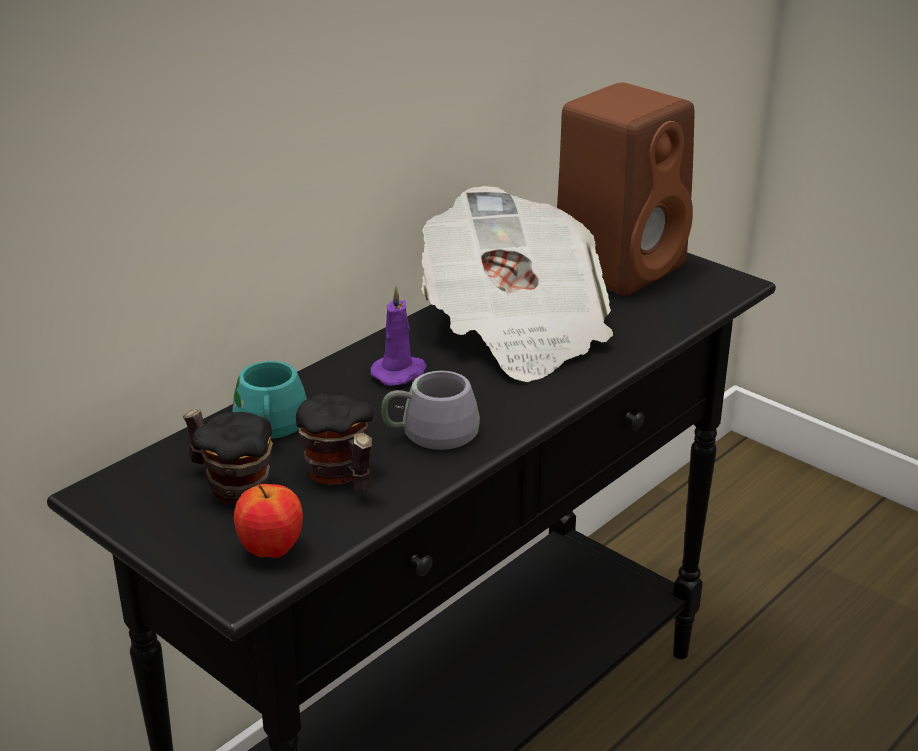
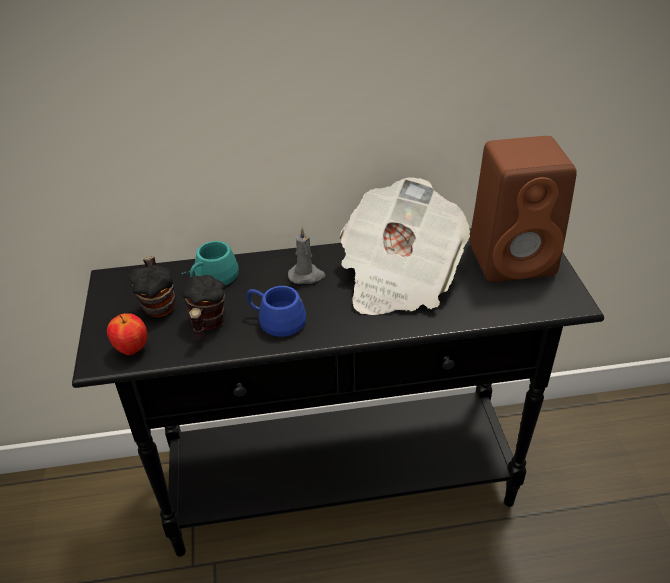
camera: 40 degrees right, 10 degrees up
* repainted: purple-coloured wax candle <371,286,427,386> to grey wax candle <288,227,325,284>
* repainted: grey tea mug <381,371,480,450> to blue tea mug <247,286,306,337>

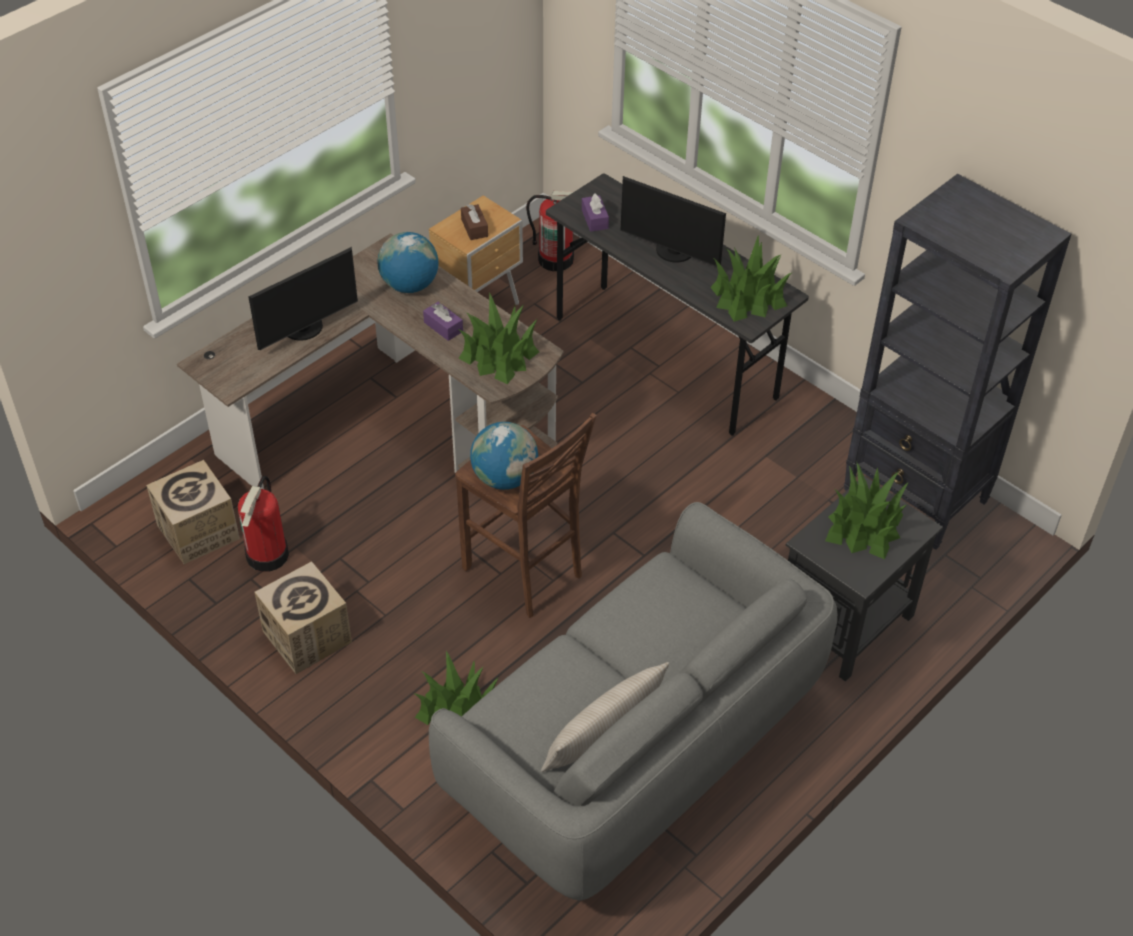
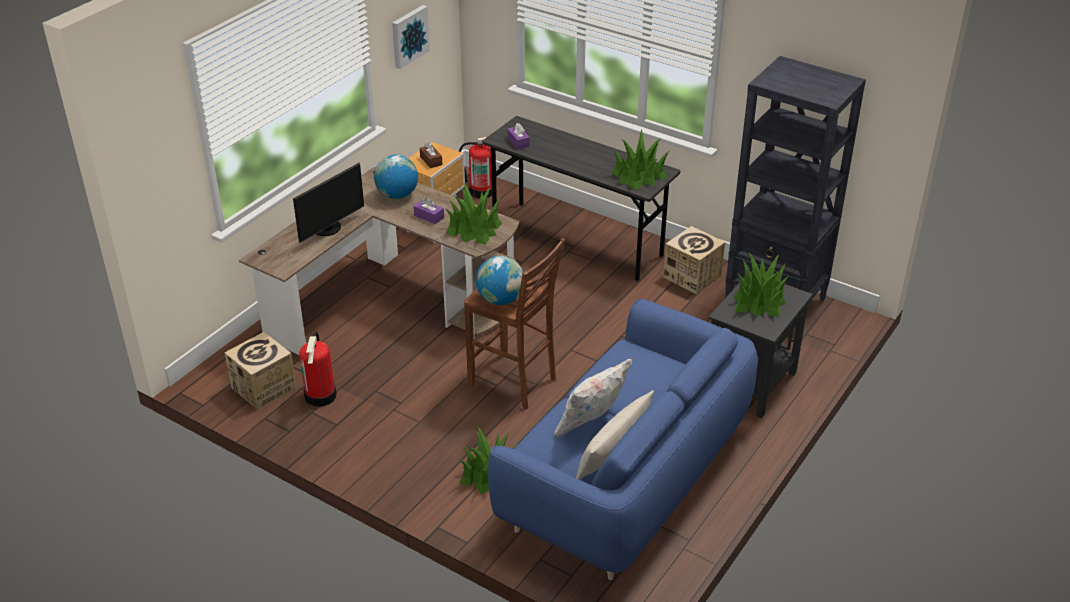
camera: 10 degrees left, 10 degrees down
* shifted: carton <254,561,352,674> to <663,226,725,294>
* repainted: grey couch <429,502,838,901> to blue couch <488,299,758,580>
* gone: monitor <621,176,726,267>
* new: picture <392,5,430,69>
* new: whitish cushion <554,358,633,437>

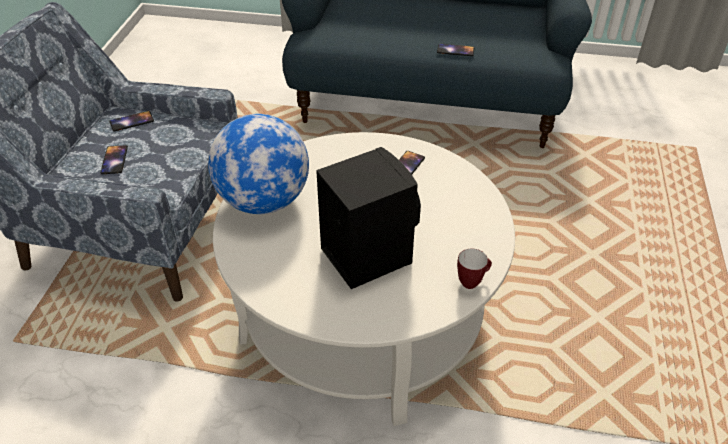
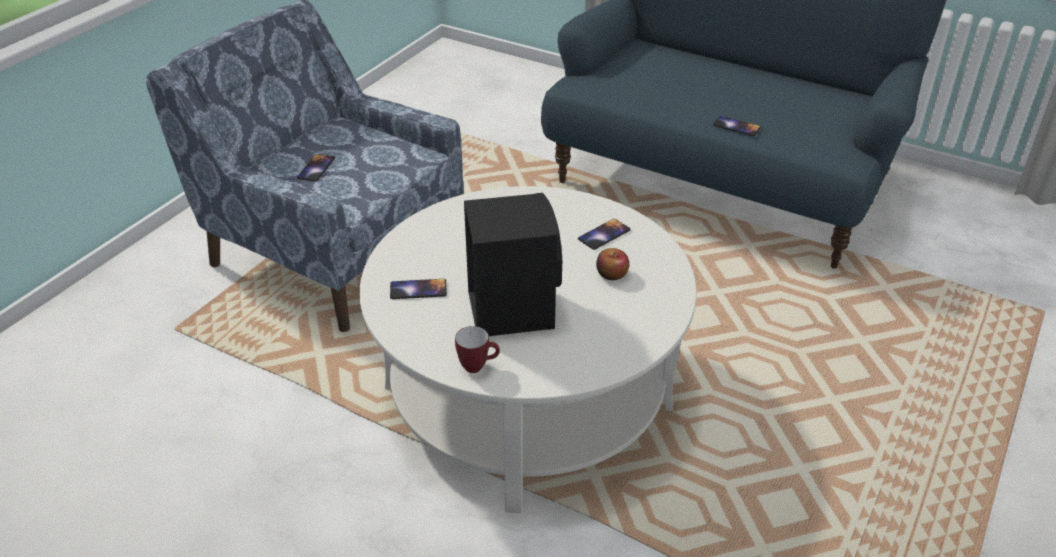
camera: 20 degrees right, 5 degrees down
* shifted: handset <110,111,154,131> to <390,279,447,299>
* gone: desk globe <208,114,309,214>
* shifted: tea mug <457,249,492,289> to <455,326,500,373>
* new: whole apple <596,248,629,280>

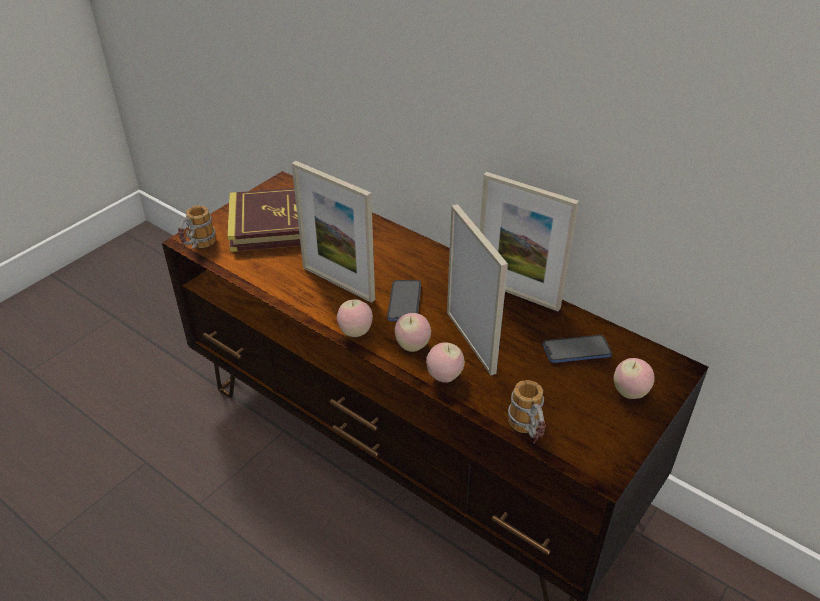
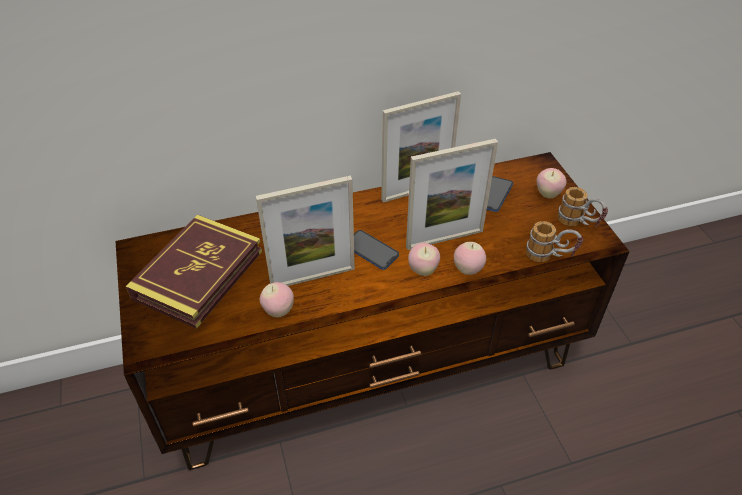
camera: 55 degrees left, 5 degrees up
* shifted: tea mug <178,206,216,249> to <558,187,608,227>
* shifted: whole apple <337,299,373,337> to <260,282,294,317>
* rotated: picture frame <447,204,508,376> = <406,139,498,250> 150 degrees clockwise

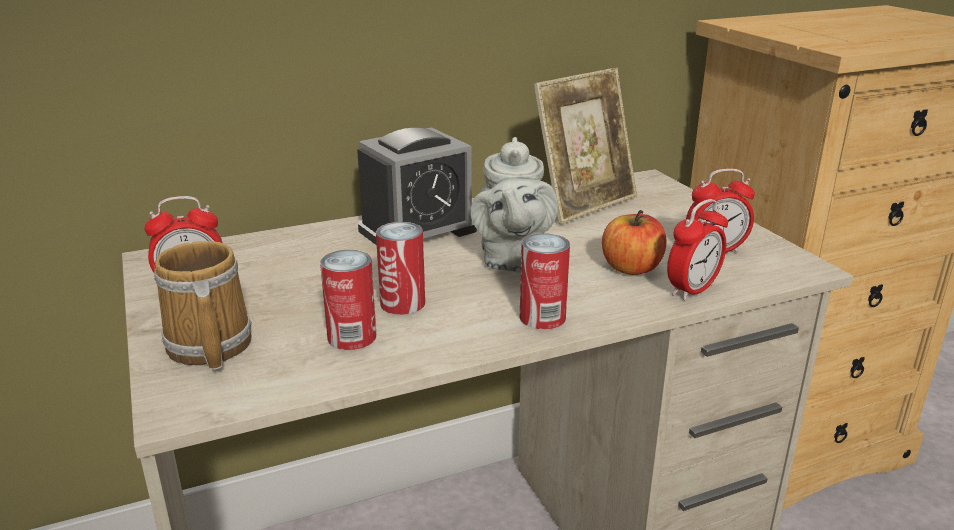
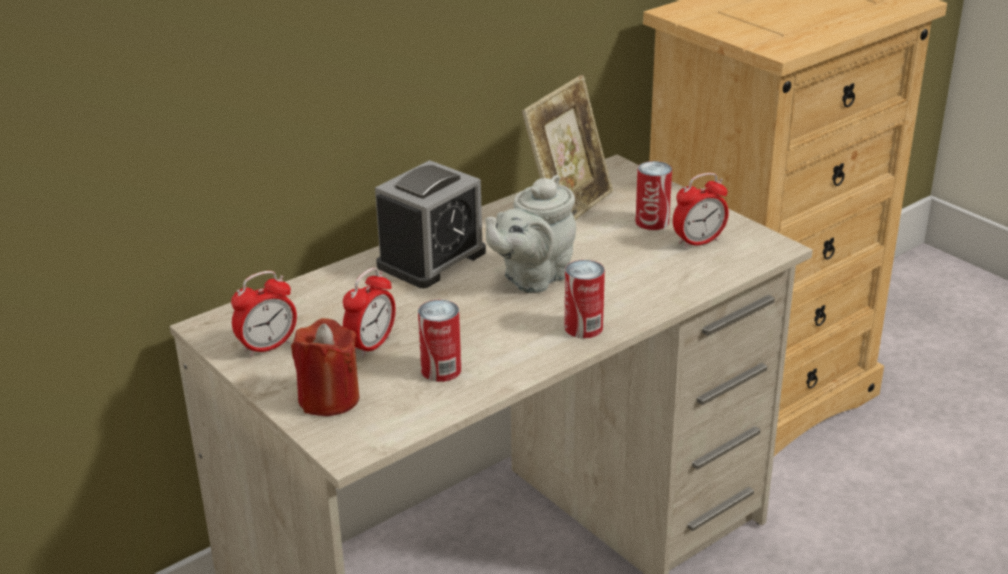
camera: 15 degrees left, 5 degrees up
* swapped: tea mug <154,241,252,370> to red-coloured wax candle <291,318,360,416>
* shifted: metal can <376,222,425,315> to <635,161,672,230>
* rotated: grey tea pot <470,137,558,273> = <485,175,576,293> 60 degrees clockwise
* gone: whole apple <602,210,667,275>
* shifted: alarm clock <667,199,728,300> to <343,268,396,358>

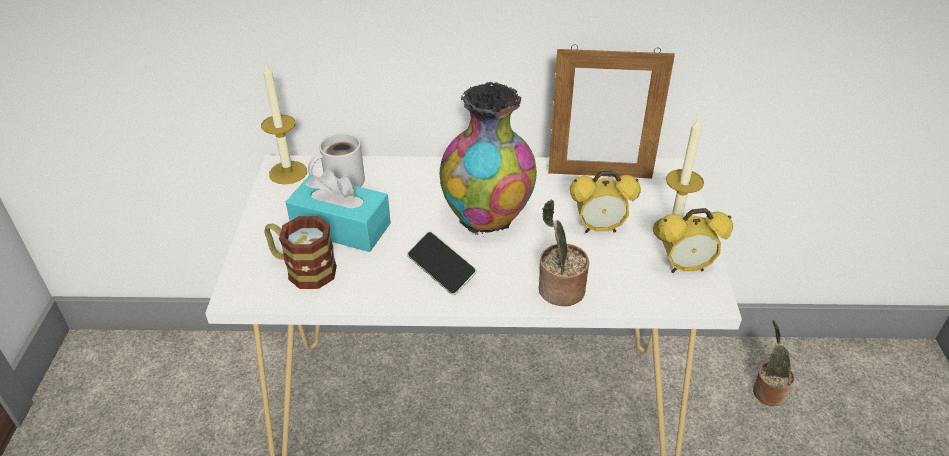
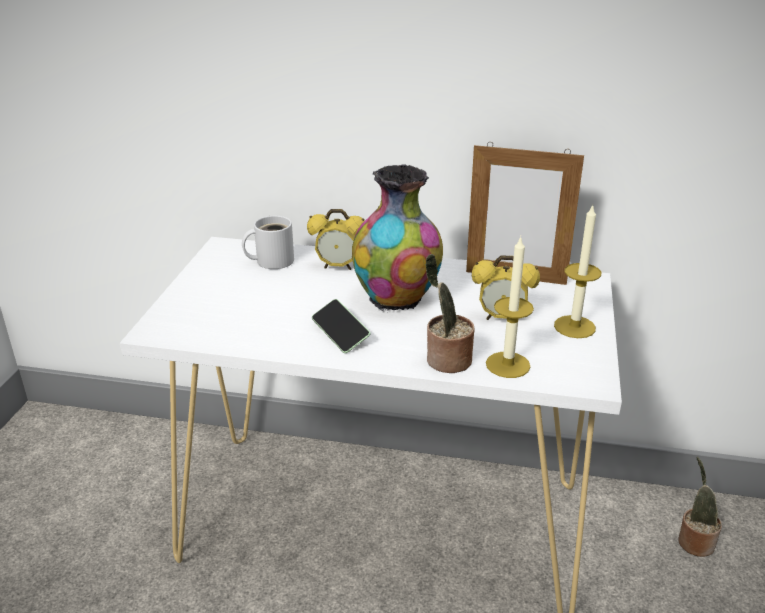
camera: 10 degrees right, 10 degrees down
* shifted: wax candle <261,64,307,185> to <486,236,534,378>
* gone: tea mug <264,216,337,289>
* gone: blue-green tissue box <286,169,391,252>
* shifted: alarm clock <658,208,733,273> to <307,209,365,270>

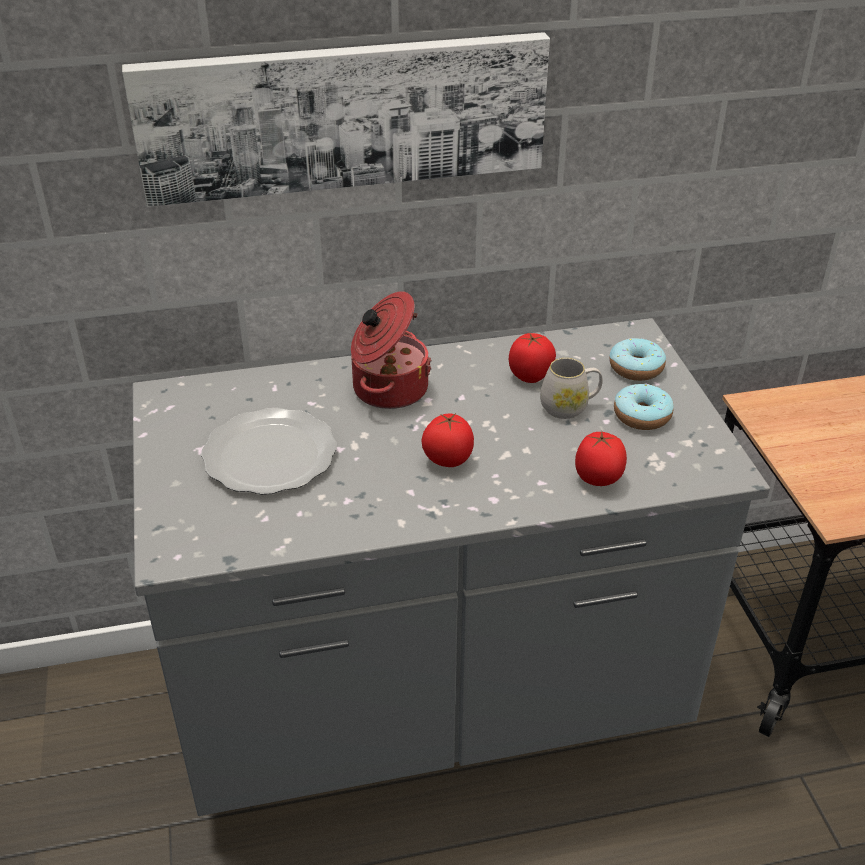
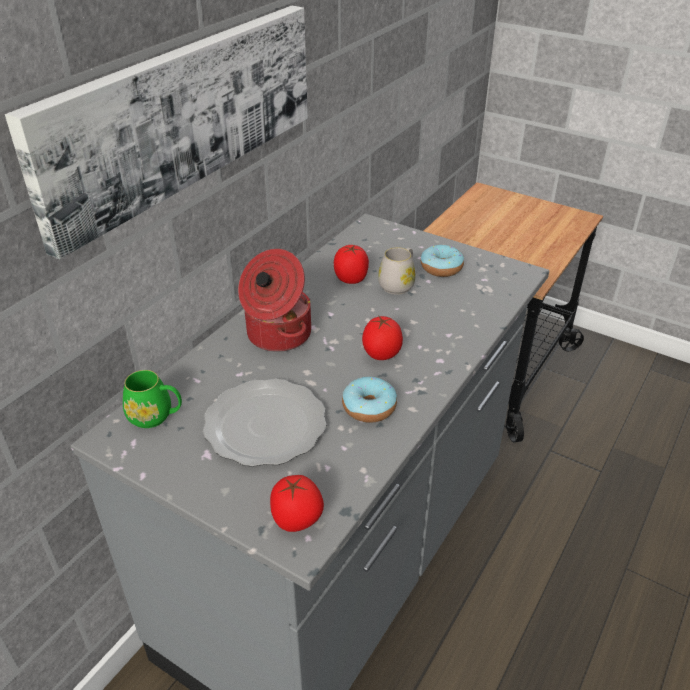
camera: 45 degrees left, 0 degrees up
* shifted: tomato <575,431,627,486> to <270,475,324,532>
* shifted: ring doughnut <610,338,666,381> to <342,377,397,423>
* new: greenish tea mug <123,370,182,428>

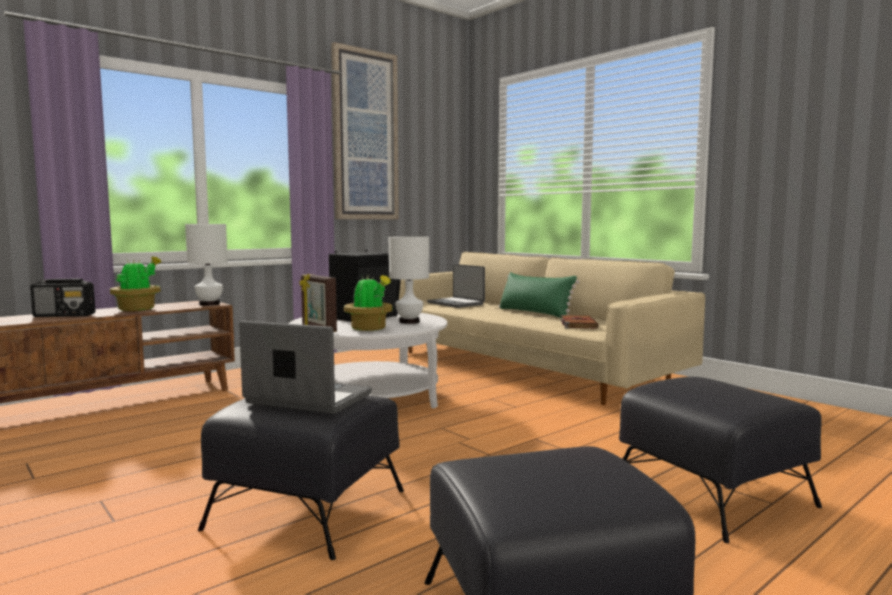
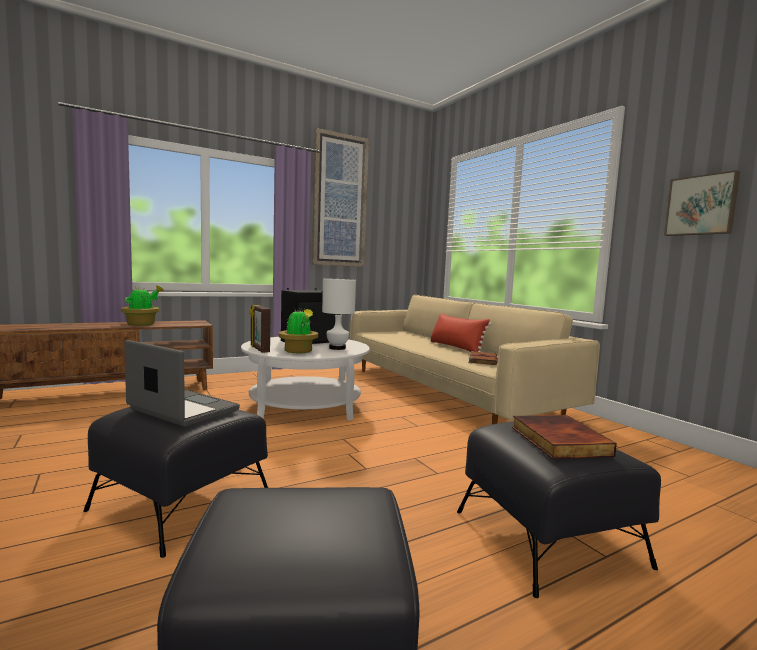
camera: 10 degrees right, 0 degrees up
* gone: radio receiver <30,278,95,317>
* gone: whitish lamp for a table <185,224,228,306>
* gone: notebook computer <427,264,485,308>
* repainted: greenish cushion <499,272,579,318> to red-coloured cushion <430,313,492,352>
* new: bound book <512,415,617,459>
* new: picture <664,170,740,236>

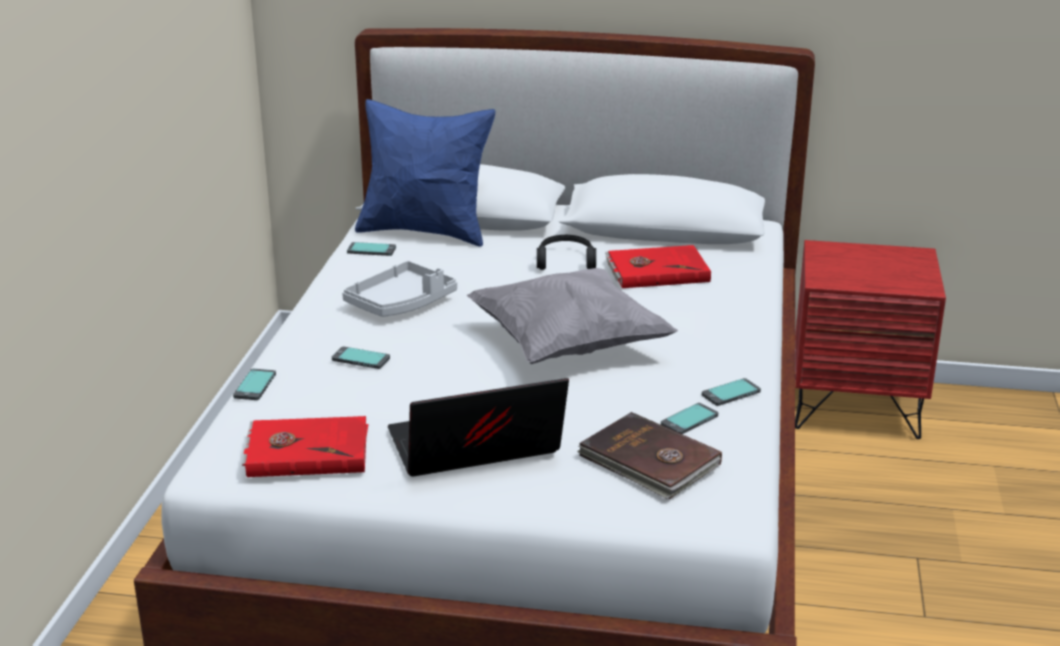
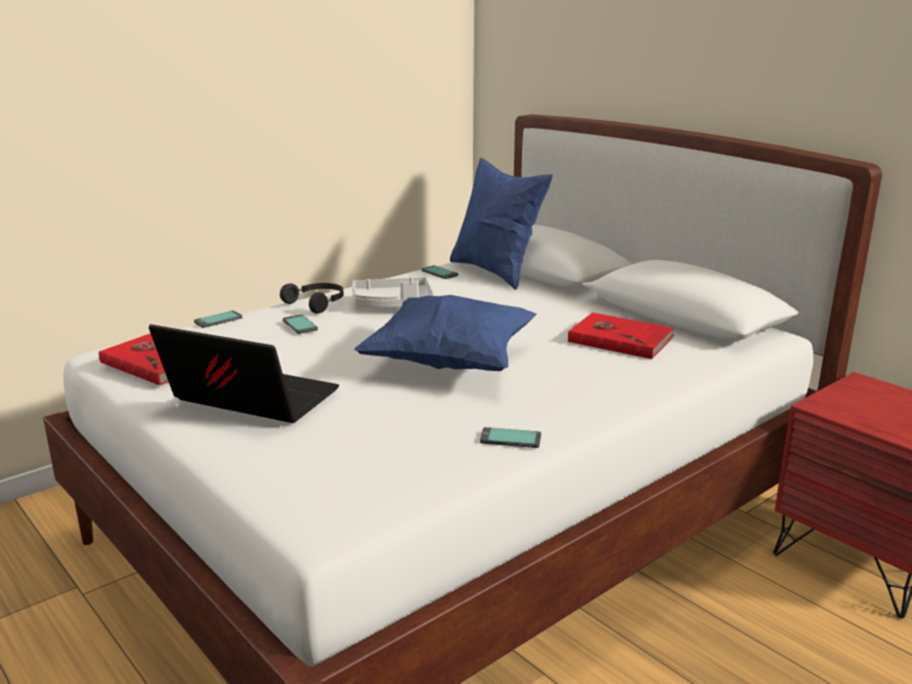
camera: 40 degrees right, 5 degrees down
* repainted: grey cushion <467,268,678,364> to blue cushion <354,295,537,371>
* shifted: blackish pair of headphones <537,235,596,270> to <280,283,344,313>
* gone: brown bound book <577,412,722,499>
* gone: handset <661,403,718,434>

